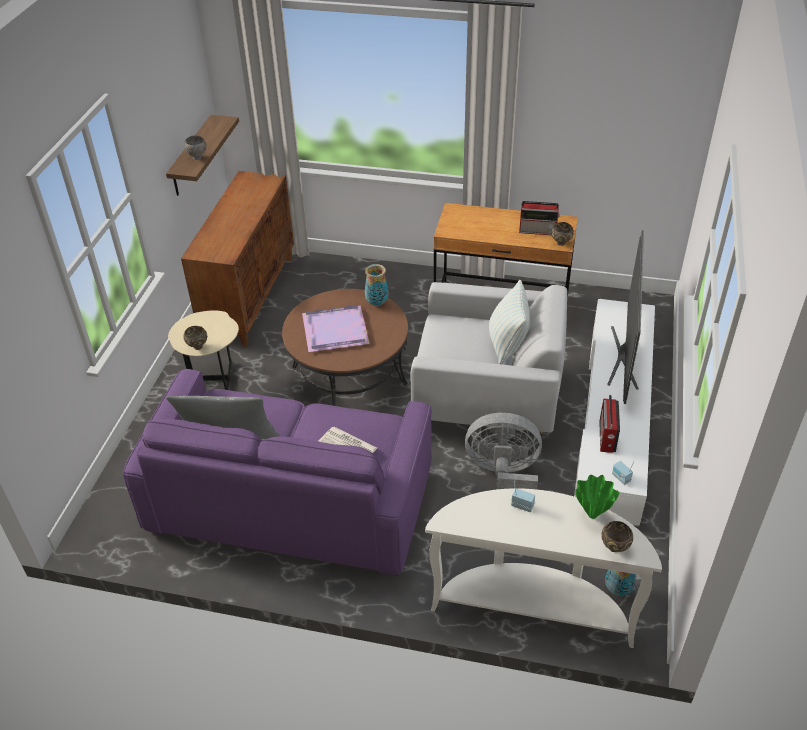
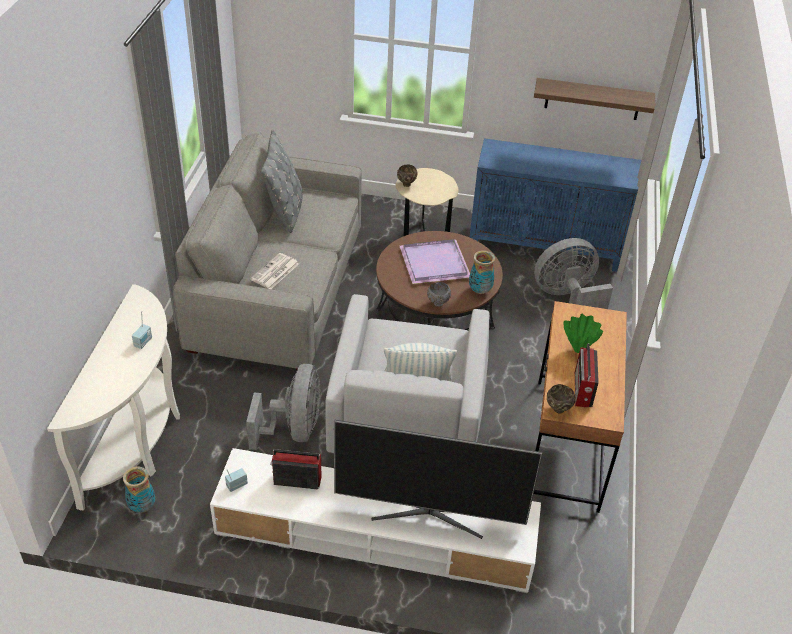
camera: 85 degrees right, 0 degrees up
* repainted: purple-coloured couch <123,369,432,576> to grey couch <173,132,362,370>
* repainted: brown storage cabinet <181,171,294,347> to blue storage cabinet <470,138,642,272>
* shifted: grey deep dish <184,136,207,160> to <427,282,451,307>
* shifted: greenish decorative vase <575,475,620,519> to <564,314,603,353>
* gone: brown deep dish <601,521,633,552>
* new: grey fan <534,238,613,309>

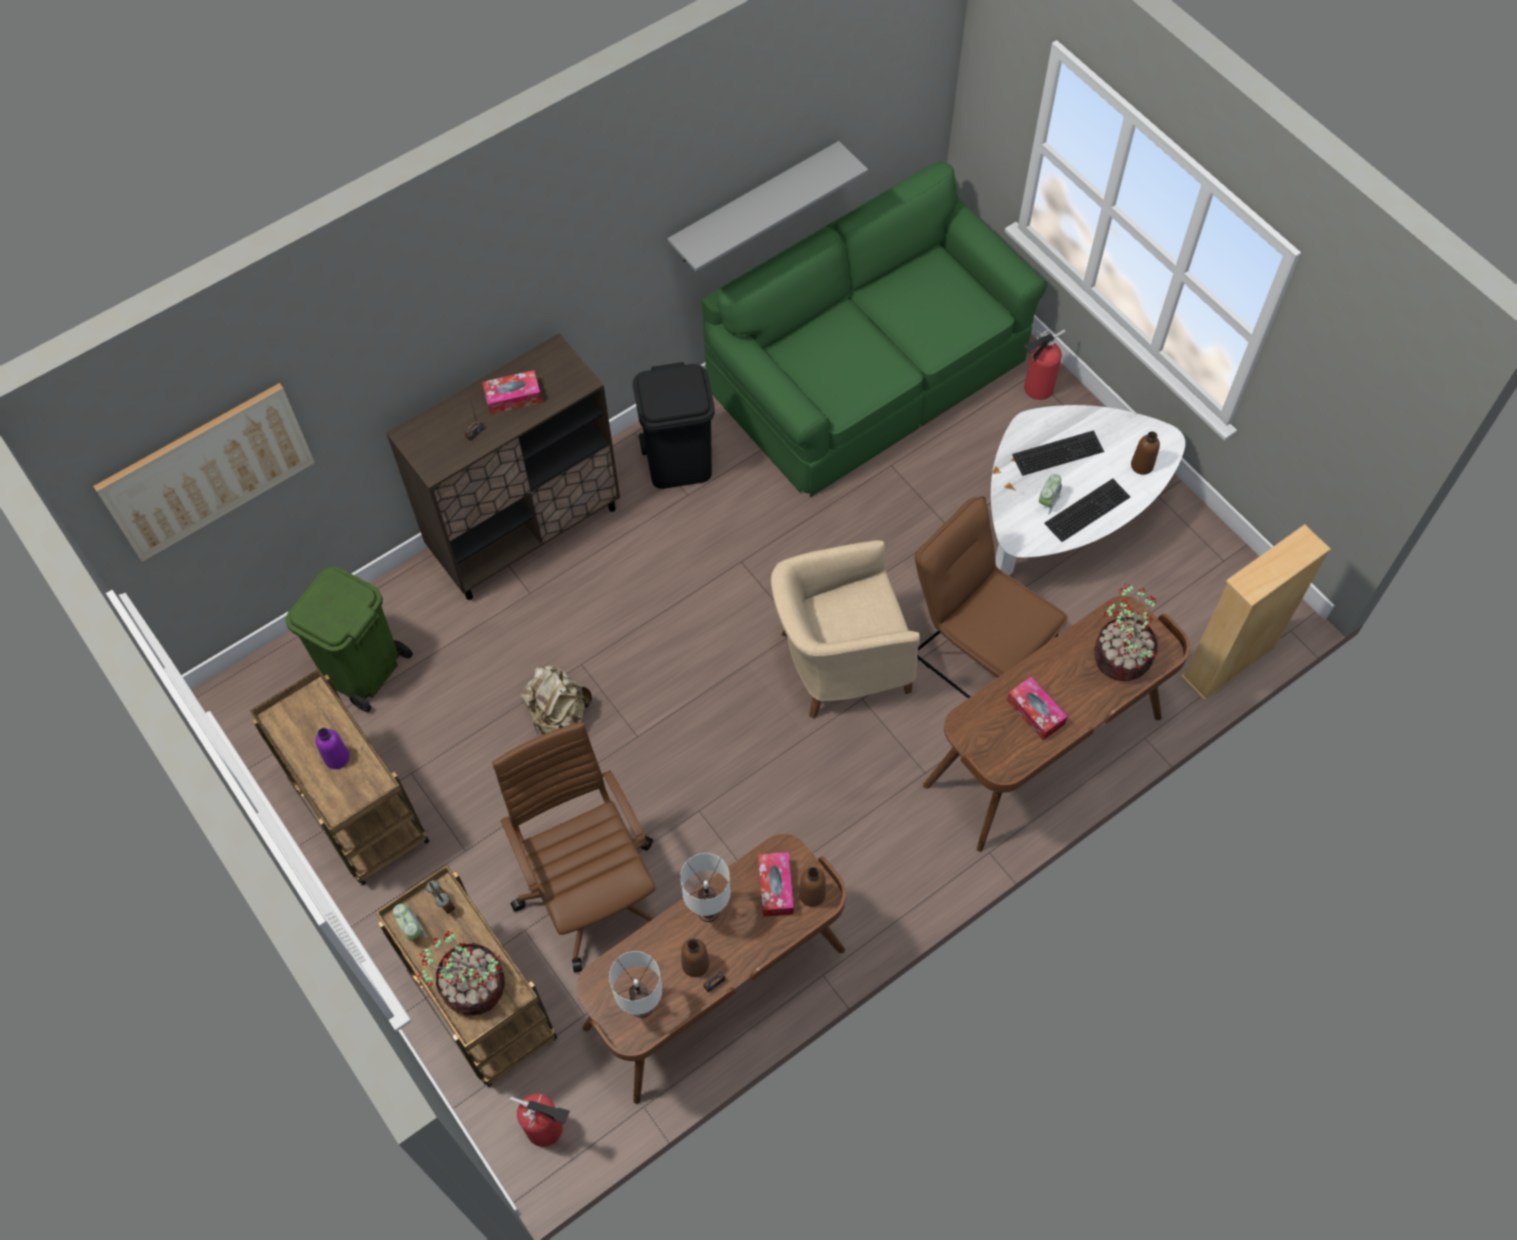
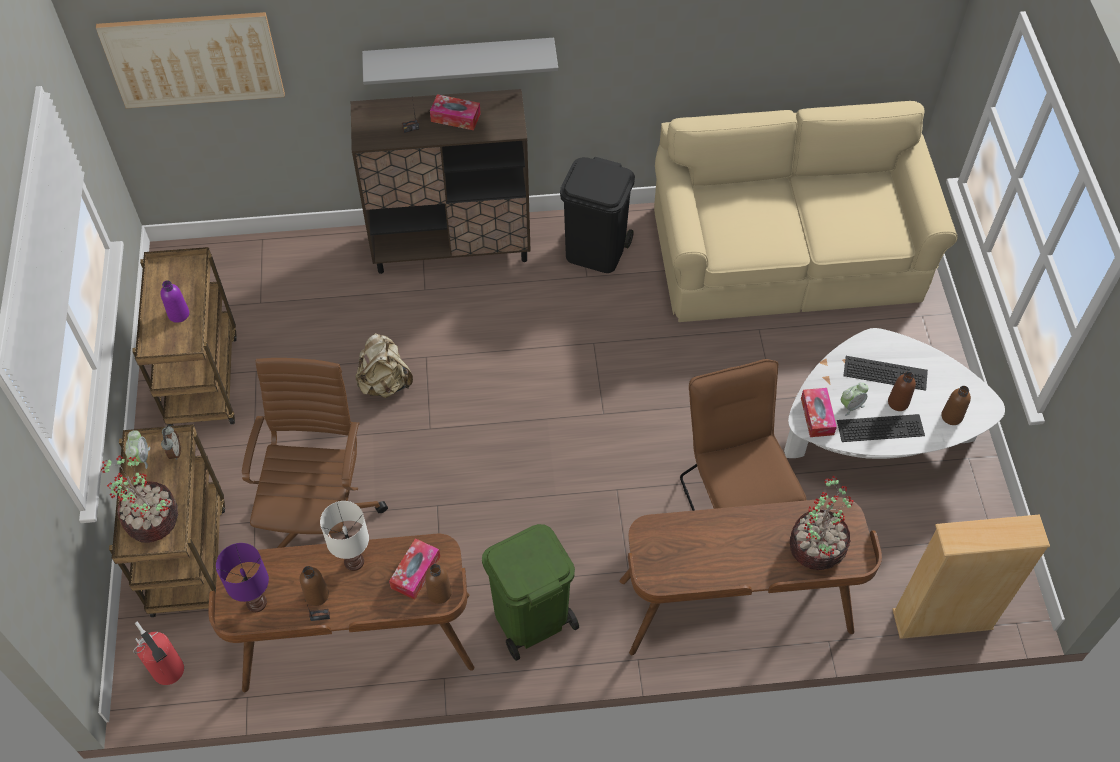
camera: 30 degrees right, 5 degrees down
* shifted: greenish trash can <285,567,413,712> to <482,524,579,661>
* repainted: whitish lamp for a table <609,951,663,1018> to purple-coloured lamp for a table <216,543,269,612>
* shifted: grey wall shelf <667,141,868,272> to <362,38,558,85>
* repainted: greenish couch <702,162,1047,497> to sand-coloured couch <654,101,958,322>
* gone: sand-coloured armchair <771,540,920,719>
* shifted: tissue box <1007,677,1068,740> to <801,388,837,437>
* gone: fire extinguisher <1024,330,1065,400>
* new: brown beverage bottle <888,371,916,411>

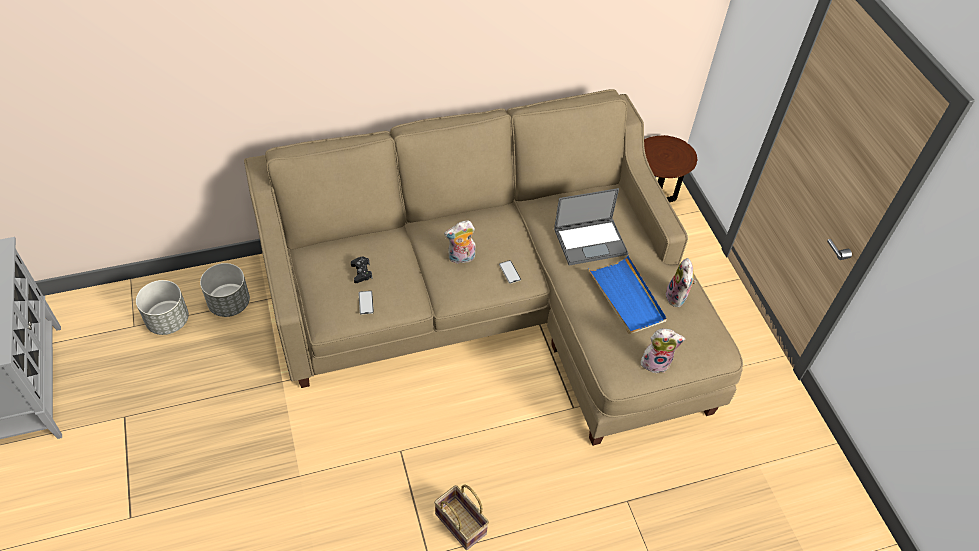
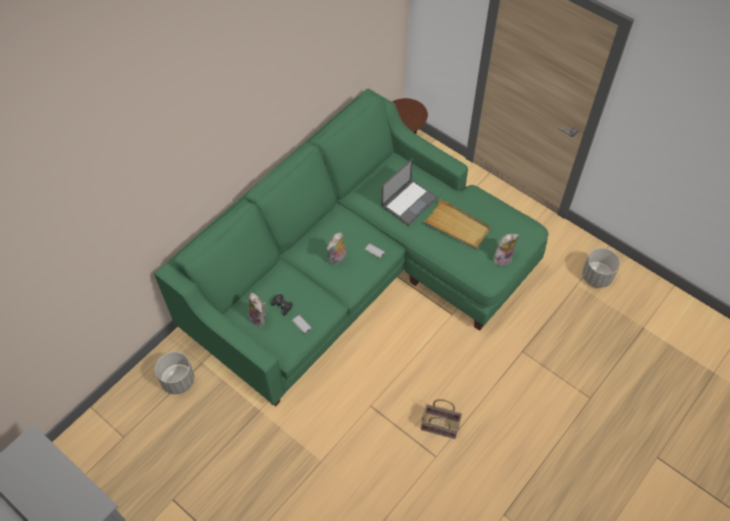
camera: 30 degrees left, 5 degrees up
* shifted: grey flower pot <136,280,189,335> to <582,248,620,288>
* repainted: sand-coloured couch <244,89,743,446> to greenish couch <154,89,548,406>
* repainted: blue tray <588,255,667,334> to sand-coloured tray <423,199,491,249>
* shifted: plush toy <666,258,696,307> to <249,293,266,326>

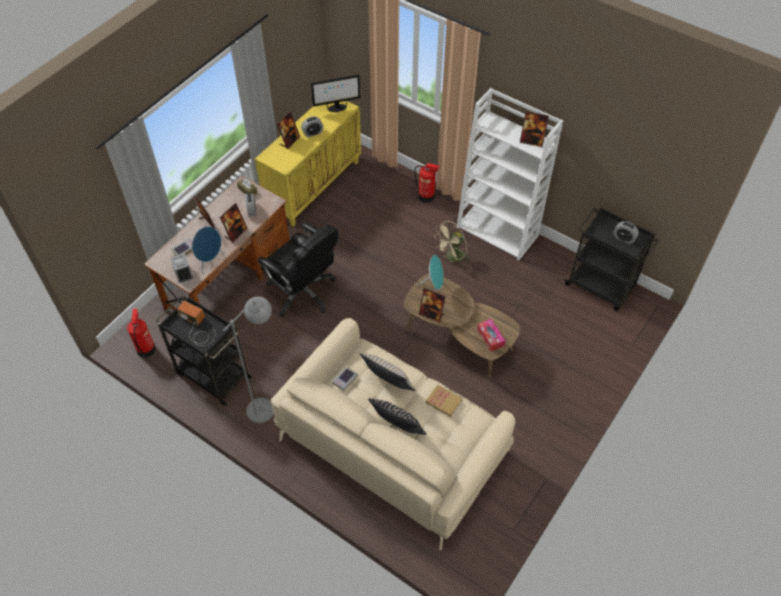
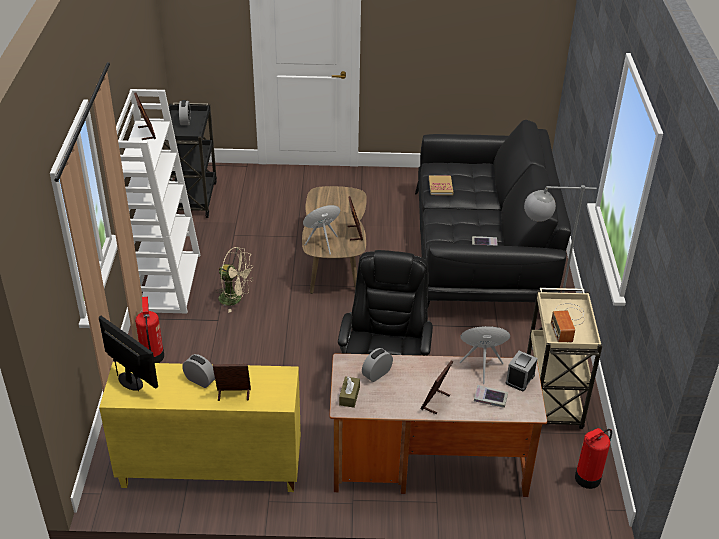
camera: 125 degrees left, 15 degrees down
* repainted: blackish cart <156,295,252,406> to sand-coloured cart <527,288,602,429>
* gone: picture frame <220,203,248,243>
* repainted: sand-coloured couch <271,318,515,550> to blackish couch <415,120,571,309>
* gone: sand-coloured cushion <359,352,416,391>
* gone: blackish cushion <368,398,427,435>
* gone: tissue box <477,319,505,351>

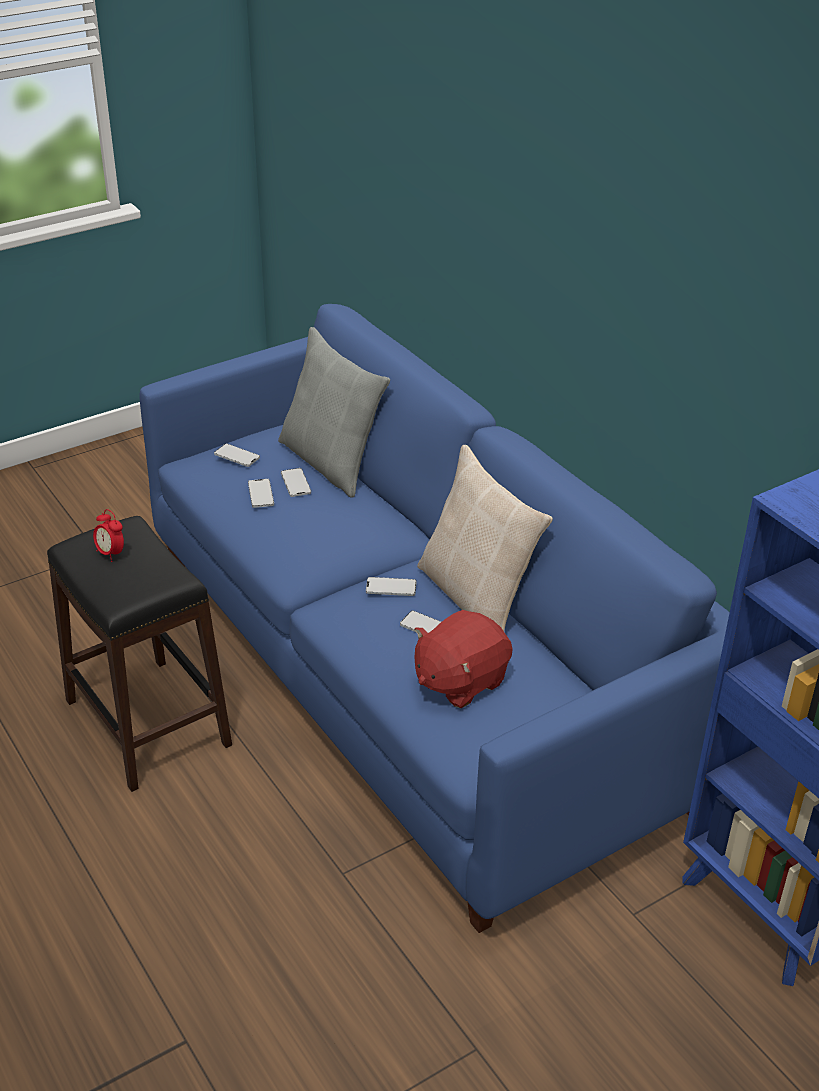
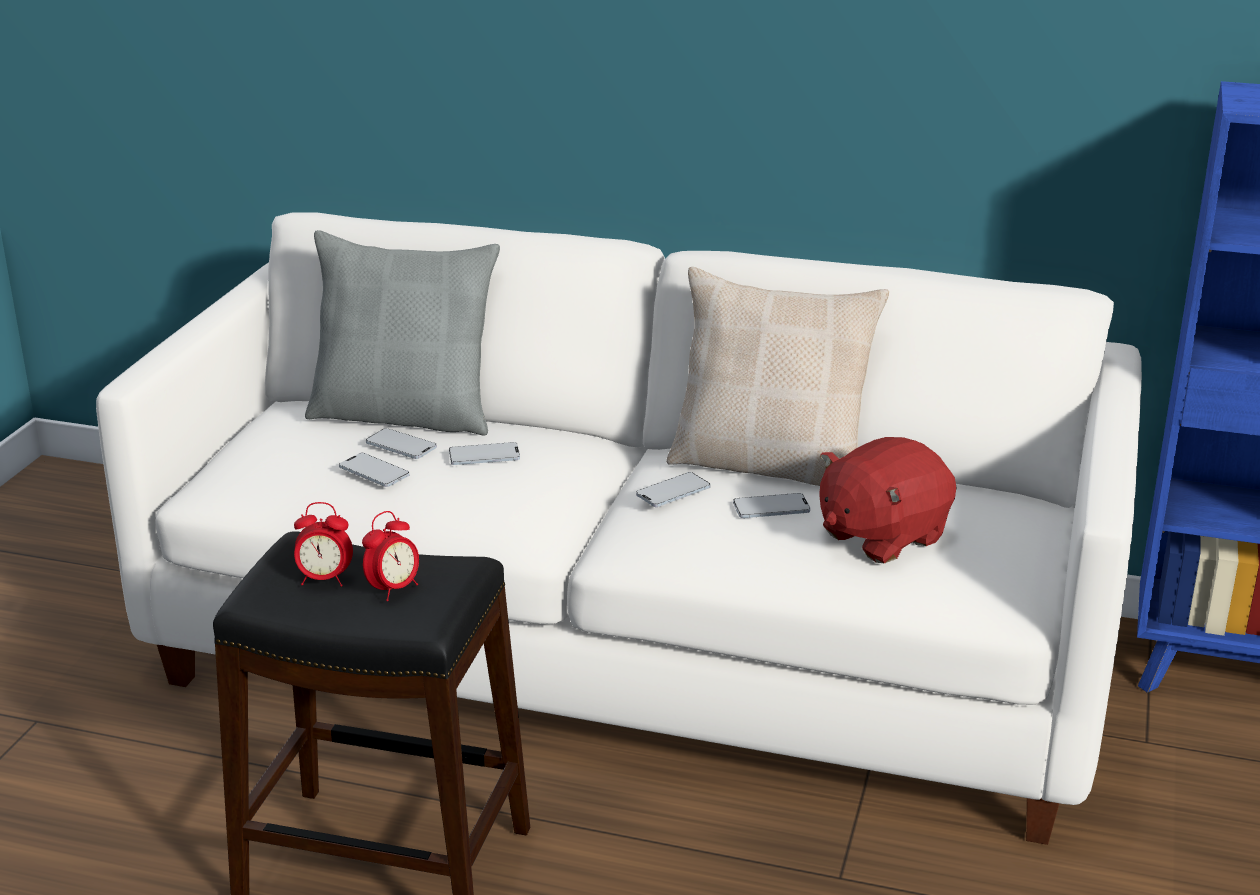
camera: 40 degrees left, 10 degrees down
* repainted: blue couch <140,304,730,933> to whitish couch <96,212,1142,845>
* shifted: handset <214,444,260,467> to <449,442,520,465>
* rotated: red-coloured plush toy <414,610,513,708> = <819,437,957,563> 45 degrees clockwise
* new: alarm clock <362,511,419,601>

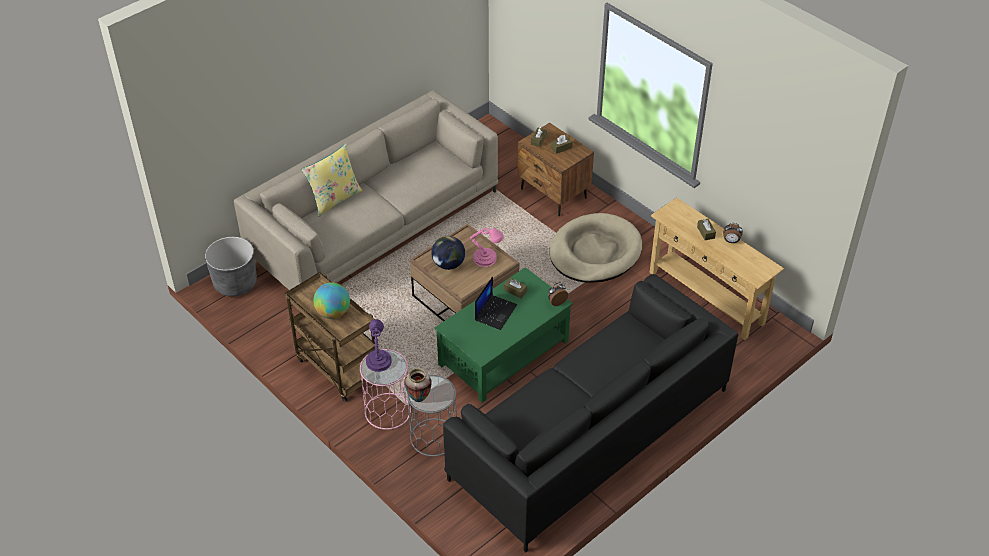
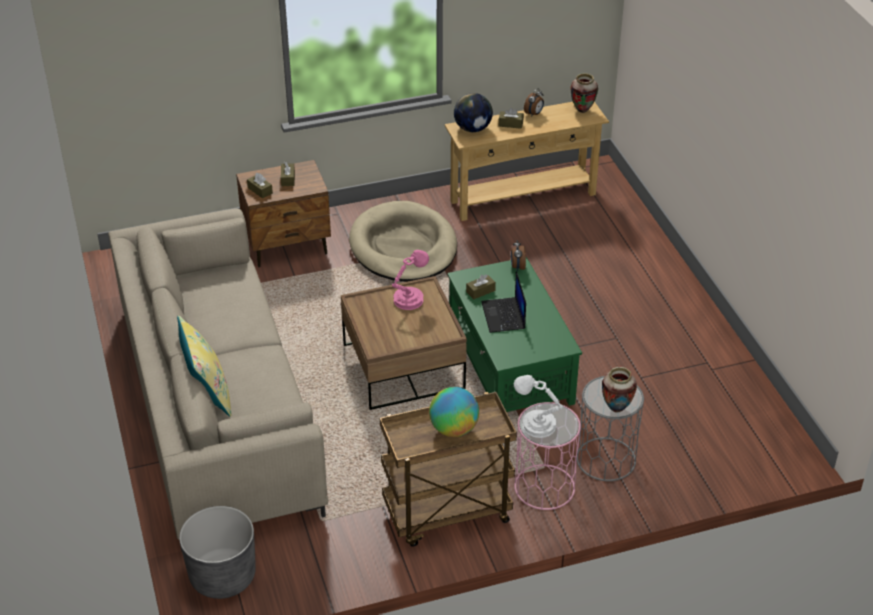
camera: 65 degrees left, 5 degrees down
* repainted: purple-coloured lamp for a table <366,319,392,372> to whitish lamp for a table <514,375,564,438>
* shifted: desk globe <431,236,465,270> to <454,93,493,132>
* gone: blackish couch <443,274,738,553>
* rotated: notebook computer <475,276,517,330> = <481,271,526,333> 150 degrees counterclockwise
* new: decorative vase <570,73,598,113>

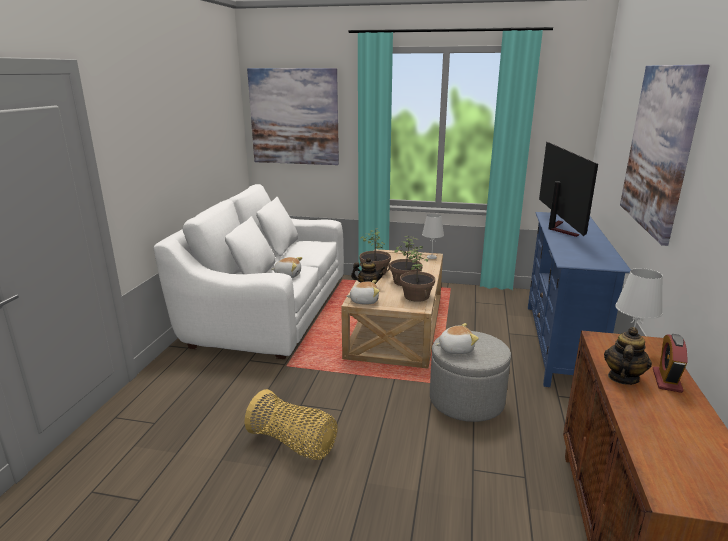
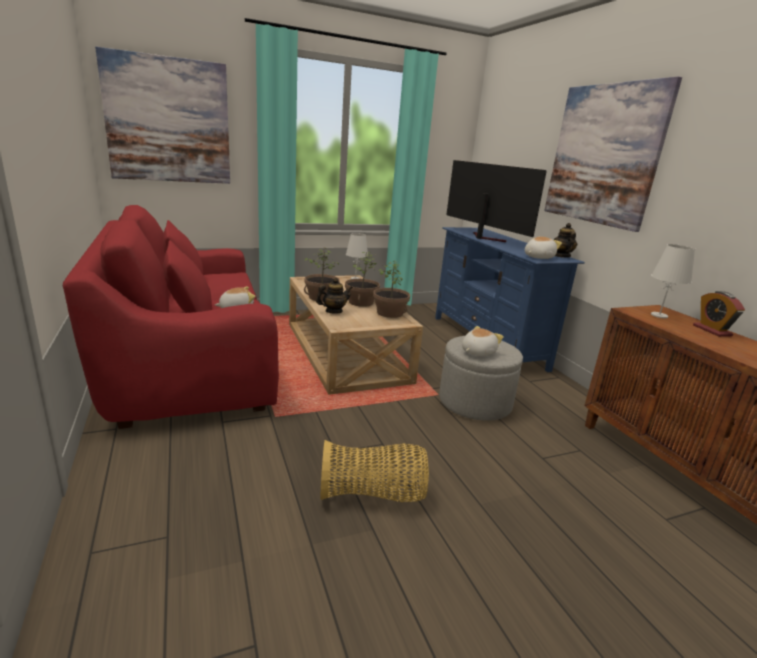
camera: 35 degrees left, 0 degrees up
* repainted: whitish couch <153,184,344,359> to red-coloured couch <63,205,279,429>
* shifted: plush toy <346,280,380,305> to <525,237,562,259>
* shifted: tea pot <604,327,652,385> to <554,223,577,258>

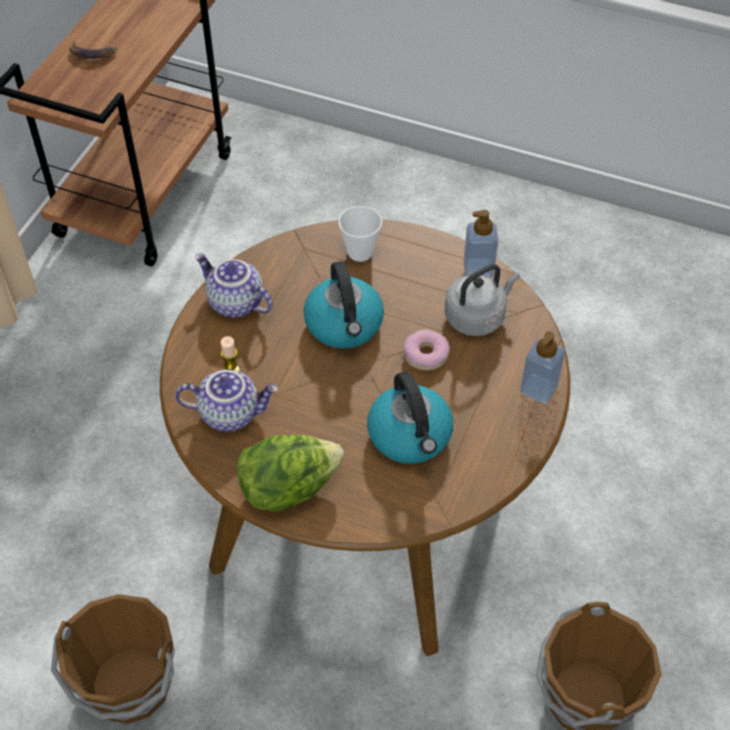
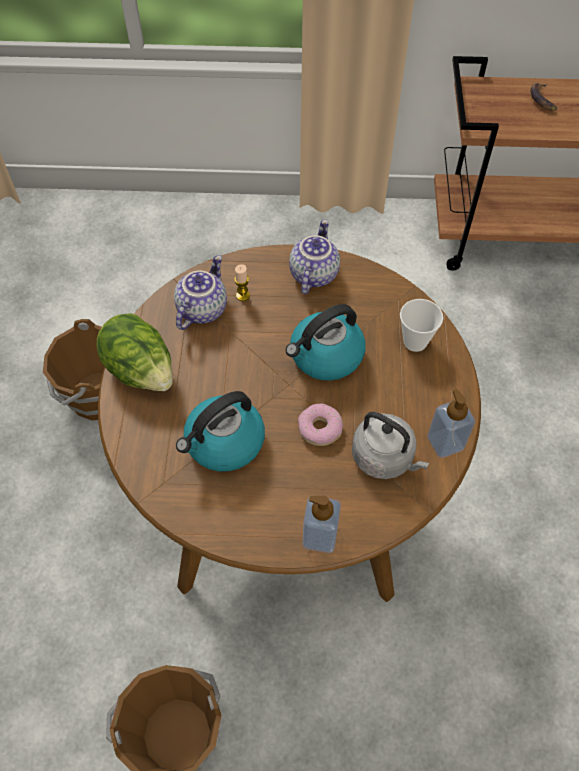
camera: 70 degrees right, 5 degrees up
* rotated: tea pot <175,370,278,432> = <174,255,227,330> 135 degrees counterclockwise

